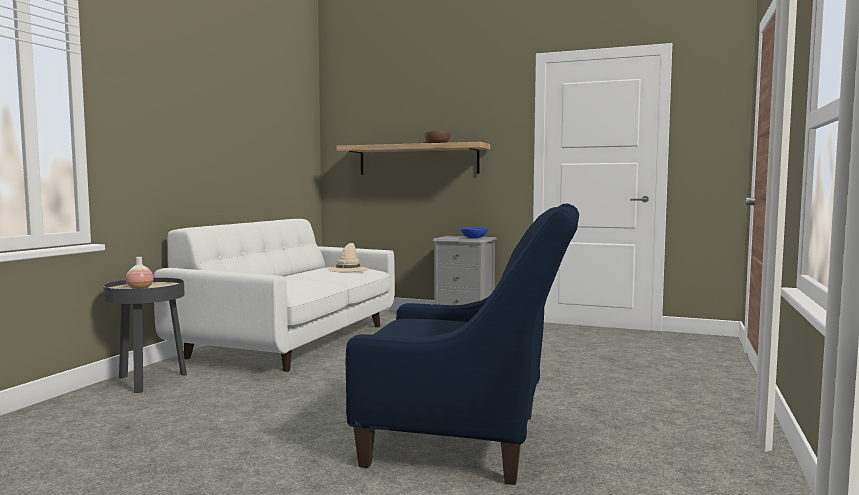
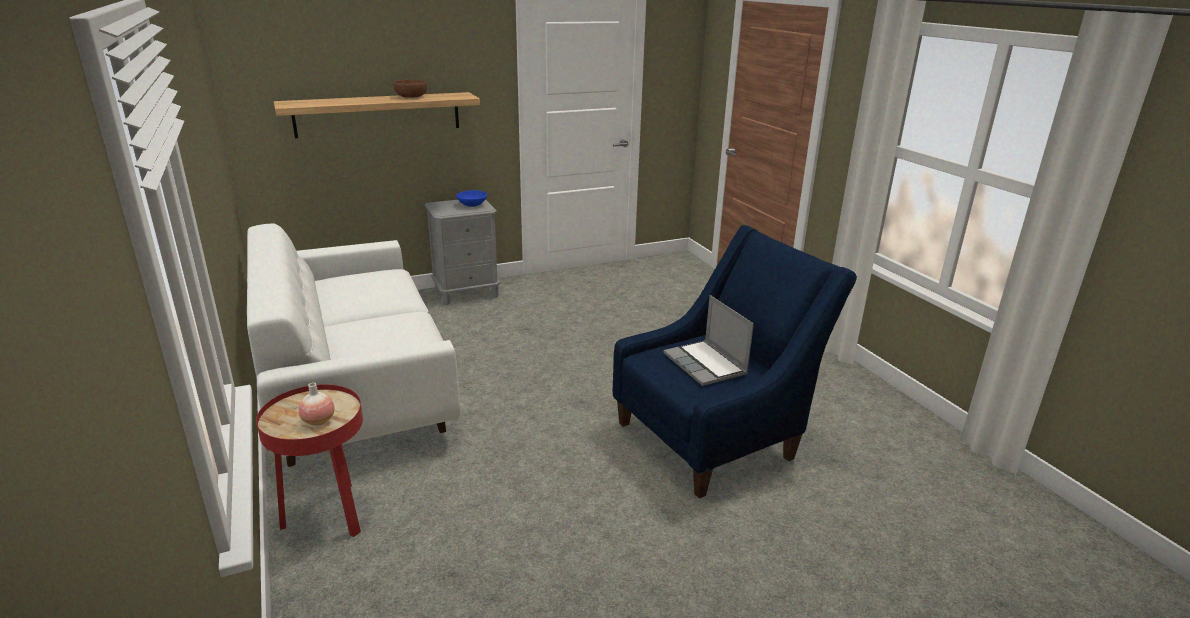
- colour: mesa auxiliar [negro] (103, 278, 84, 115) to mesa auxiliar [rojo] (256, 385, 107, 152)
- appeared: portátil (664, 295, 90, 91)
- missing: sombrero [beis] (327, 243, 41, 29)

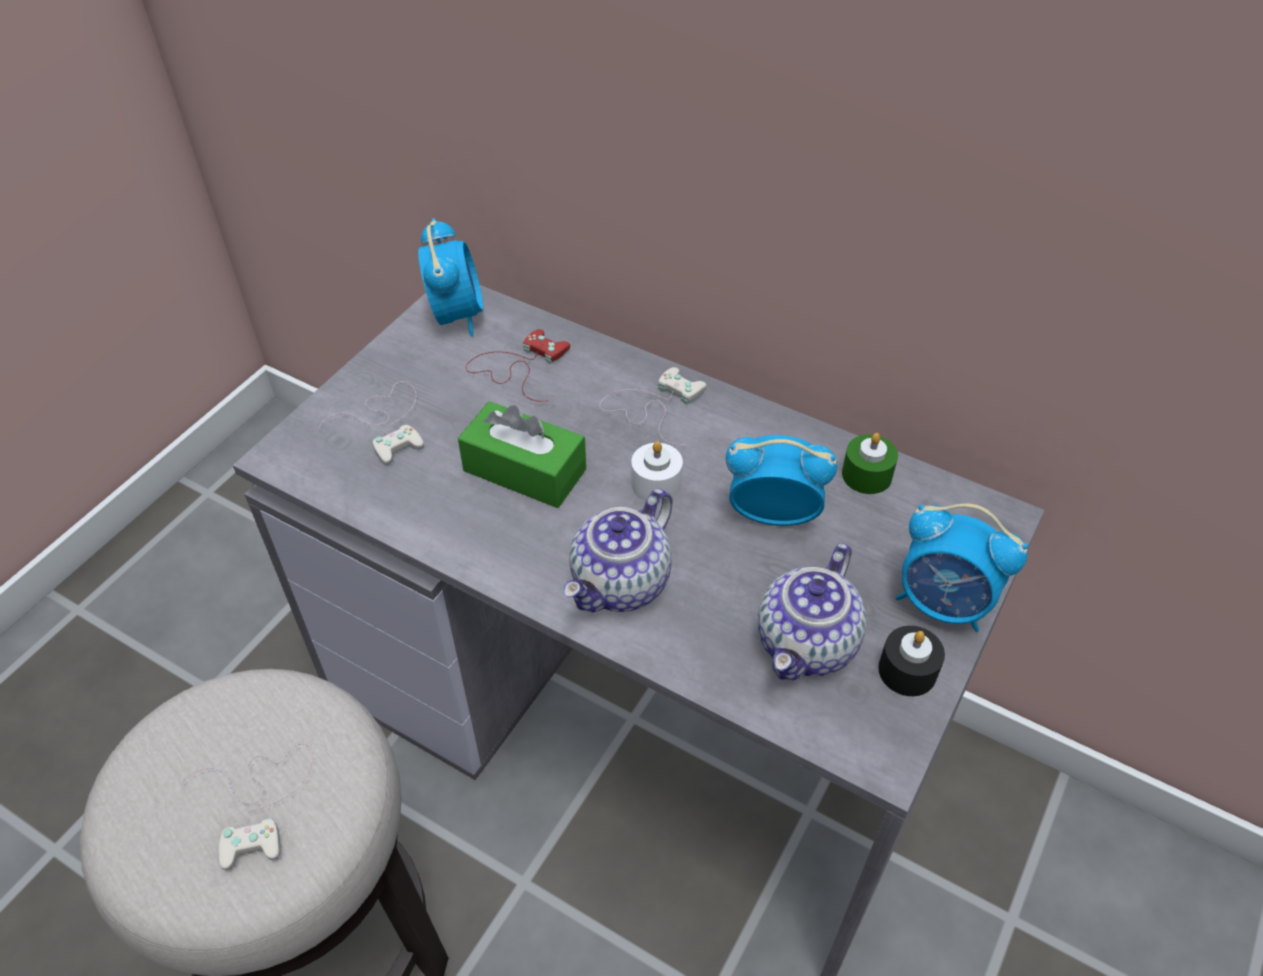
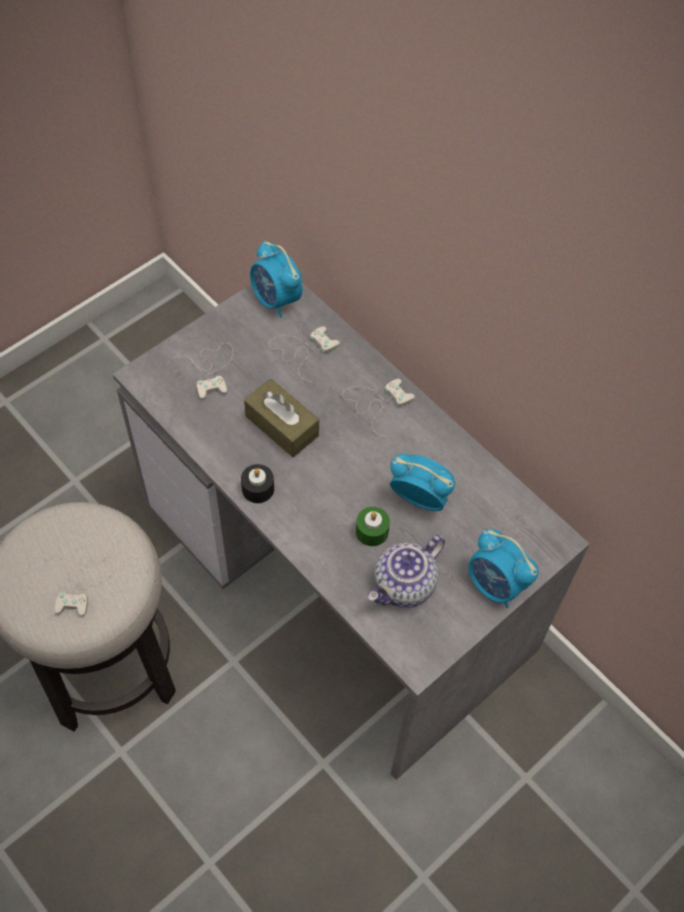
- relocated: vela [negro] (878, 626, 67, 70) to (241, 464, 33, 39)
- colour: caja de pañuelos [verde] (458, 401, 128, 107) to caja de pañuelos [marrón] (244, 379, 75, 78)
- spun: despertador (418, 218, 65, 119) = (250, 240, 53, 78) 135 degrees clockwise
- colour: mando de consola [rojo] (466, 329, 104, 73) to mando de consola [blanco] (269, 326, 71, 56)
- relocated: vela [verde] (842, 433, 56, 61) to (356, 507, 34, 39)
- missing: tetera (563, 488, 110, 125)
- missing: vela [blanco] (631, 441, 52, 62)

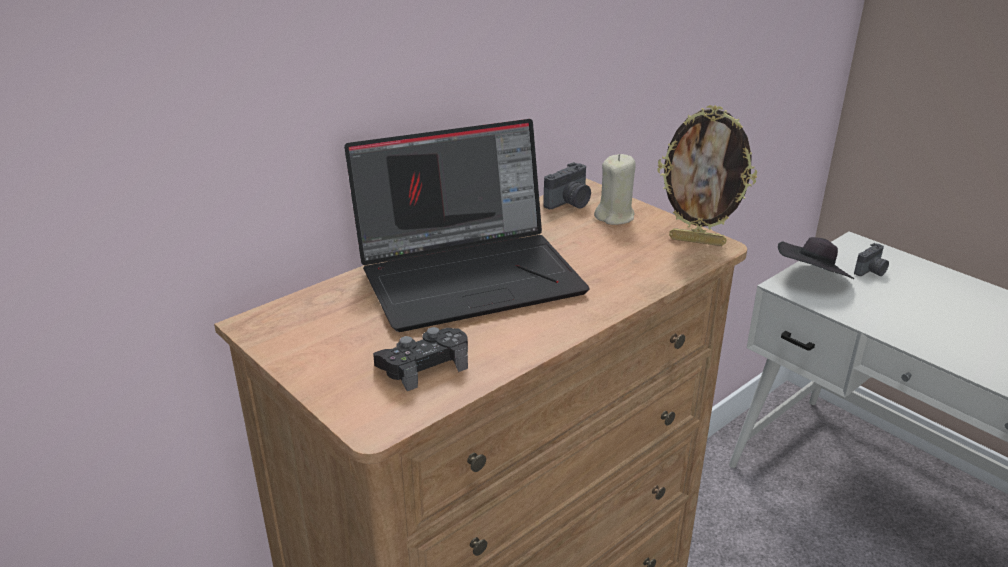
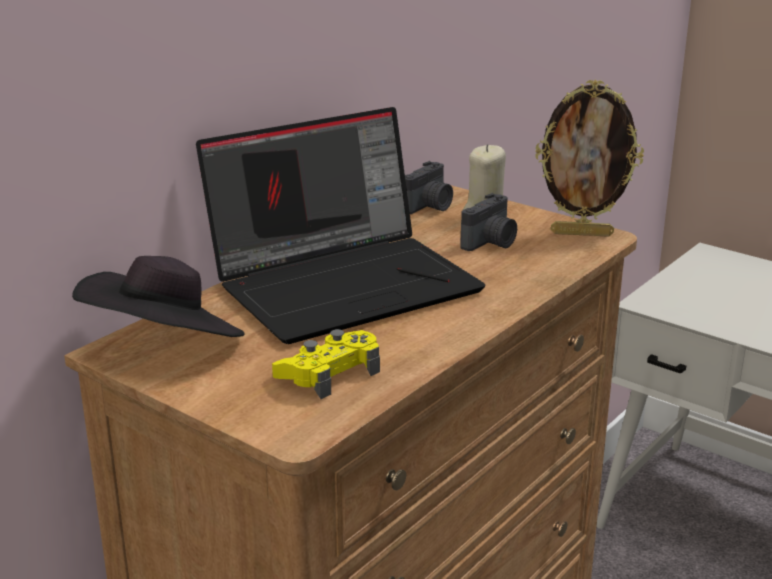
- relocated: sombrero [negro] (778, 237, 76, 42) to (72, 256, 173, 81)
- colour: mando de consola [negro] (373, 327, 95, 64) to mando de consola [amarillo] (272, 329, 108, 70)
- relocated: cámara (854, 243, 35, 33) to (460, 193, 57, 58)

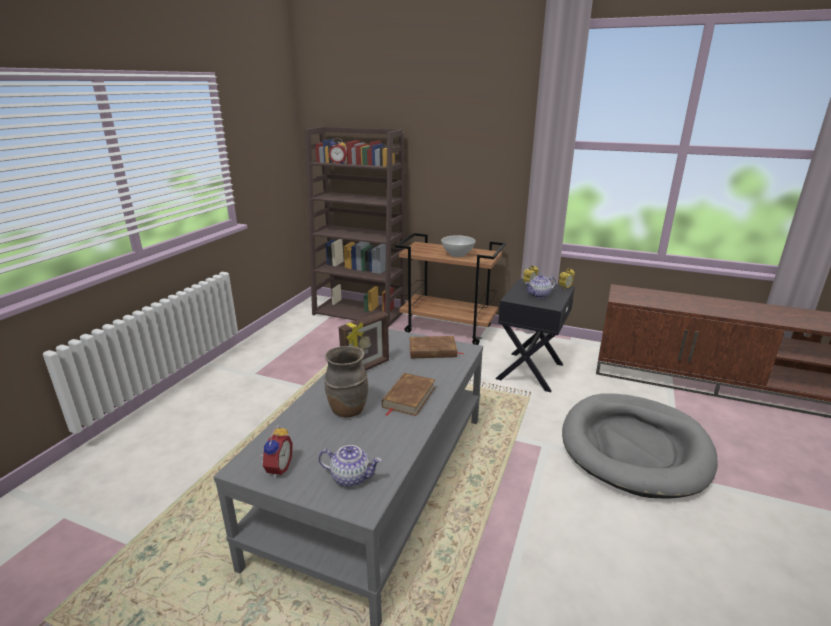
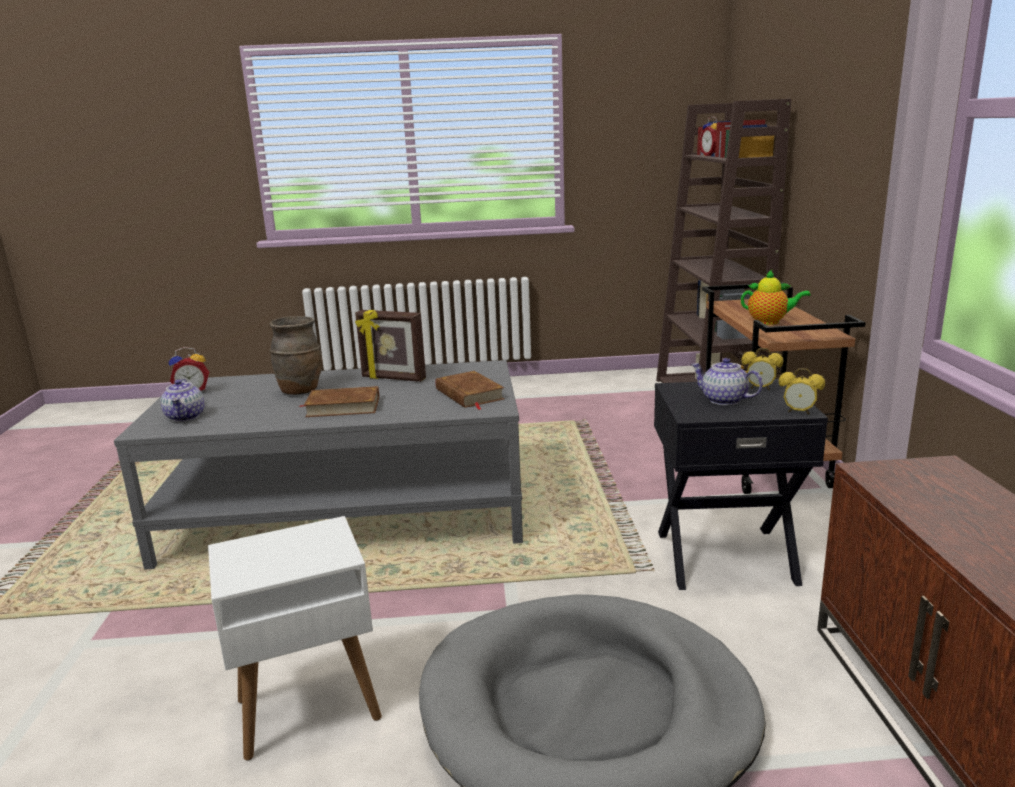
- appeared: mesa auxiliar [blanco] (208, 516, 174, 245)
- exchanged: cuenco [blanco] (441, 235, 34, 22) to tetera (741, 270, 70, 55)

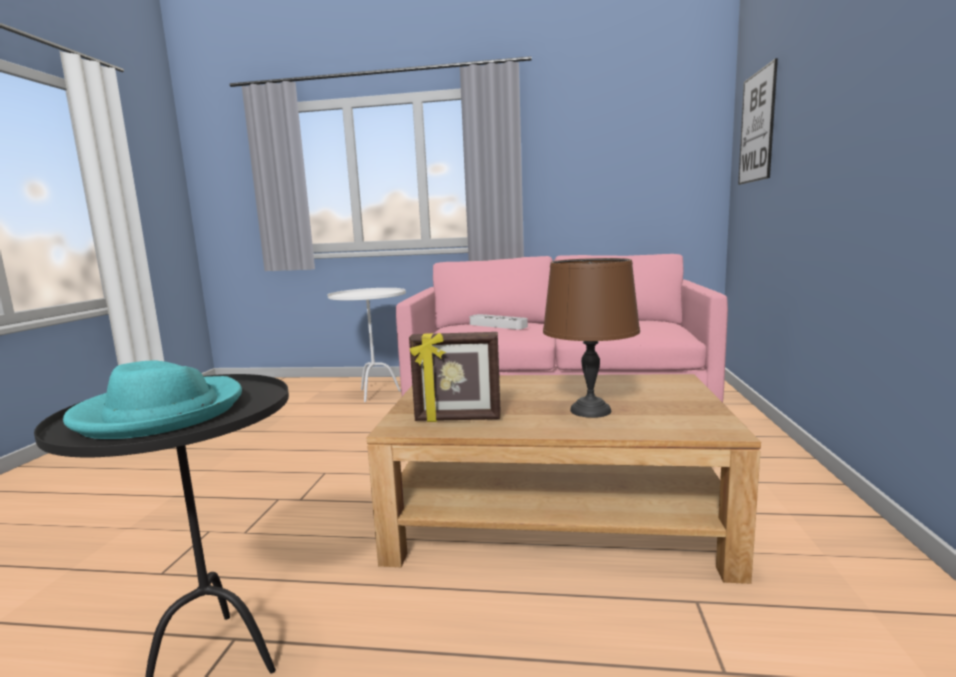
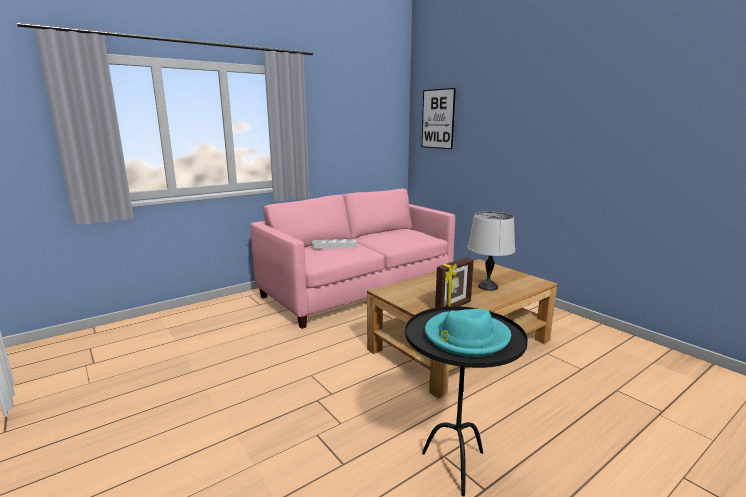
- colour: lámpara de mesa [marrón] (543, 258, 97, 160) to lámpara de mesa [gris] (467, 212, 48, 79)
- missing: mesa auxiliar [blanco] (327, 288, 79, 114)

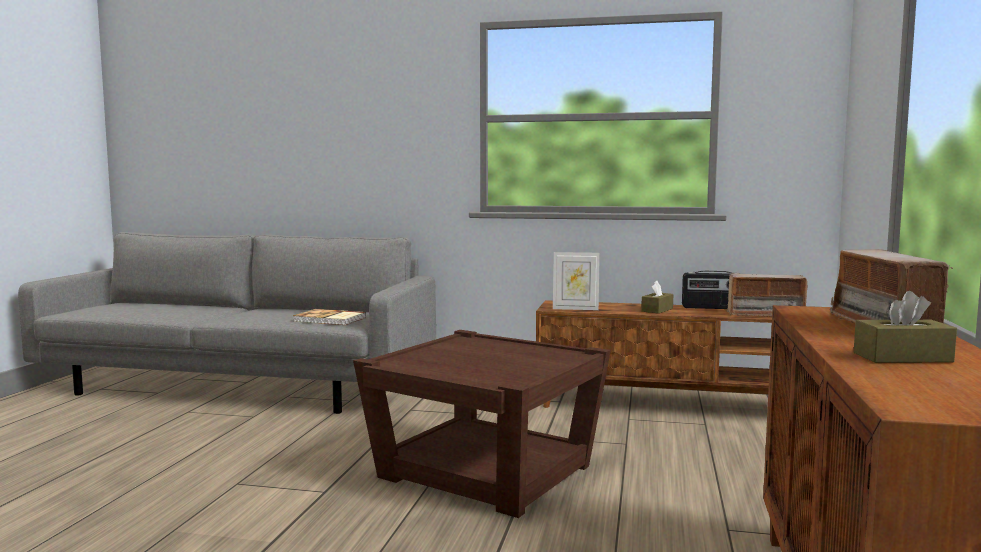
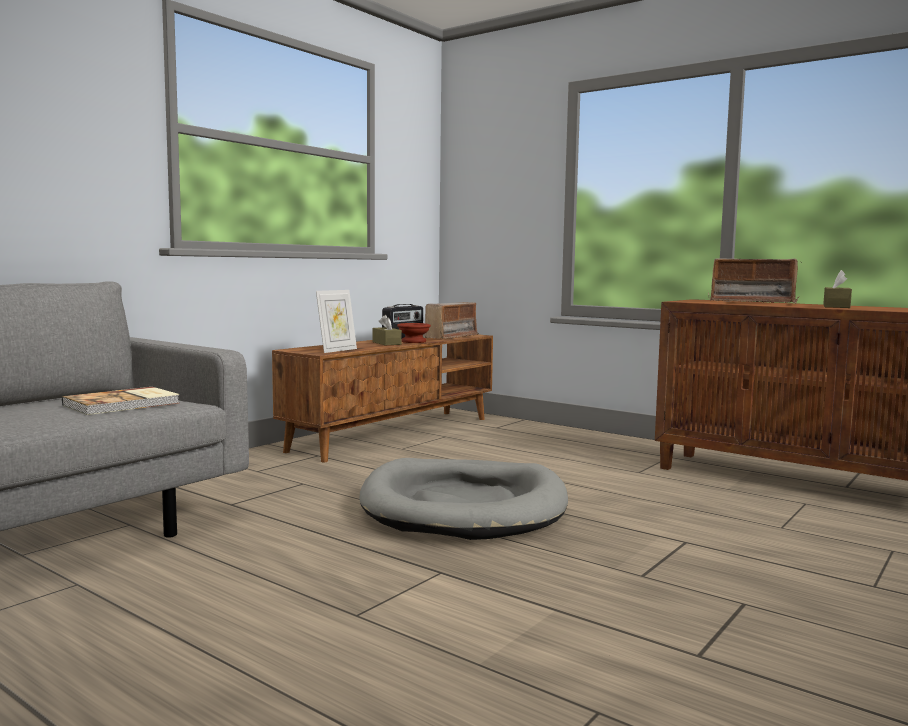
- exchanged: mesa auxiliar [marrón] (353, 330, 258, 188) to cama para perro [gris] (359, 458, 209, 82)
- appeared: cuenco [marrón] (397, 323, 34, 20)

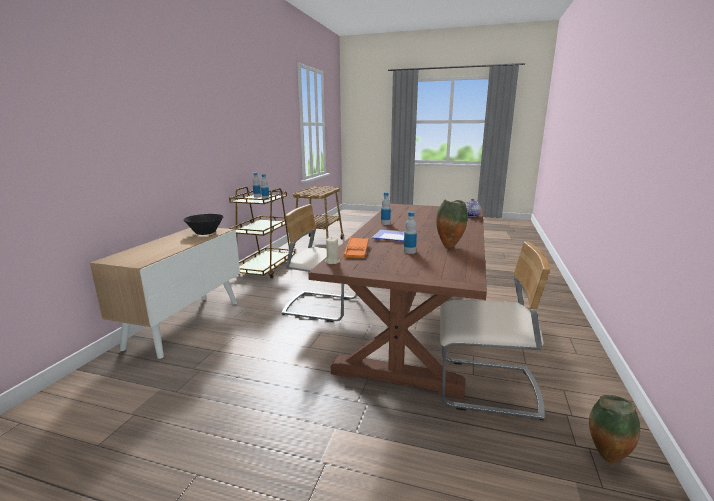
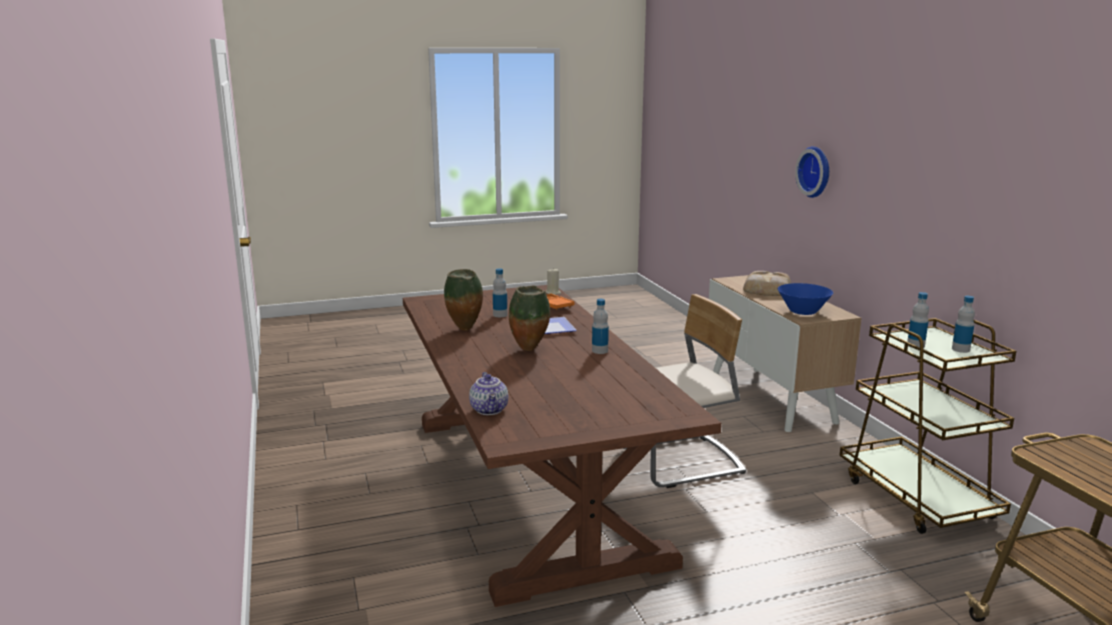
- relocated: florero (589, 395, 51, 68) to (509, 285, 41, 66)
- appeared: pan (743, 271, 48, 25)
- colour: cuenco [negro] (183, 214, 41, 21) to cuenco [azul] (778, 283, 55, 32)
- appeared: reloj de pared (795, 146, 34, 52)
- missing: silla [beis] (440, 241, 110, 179)

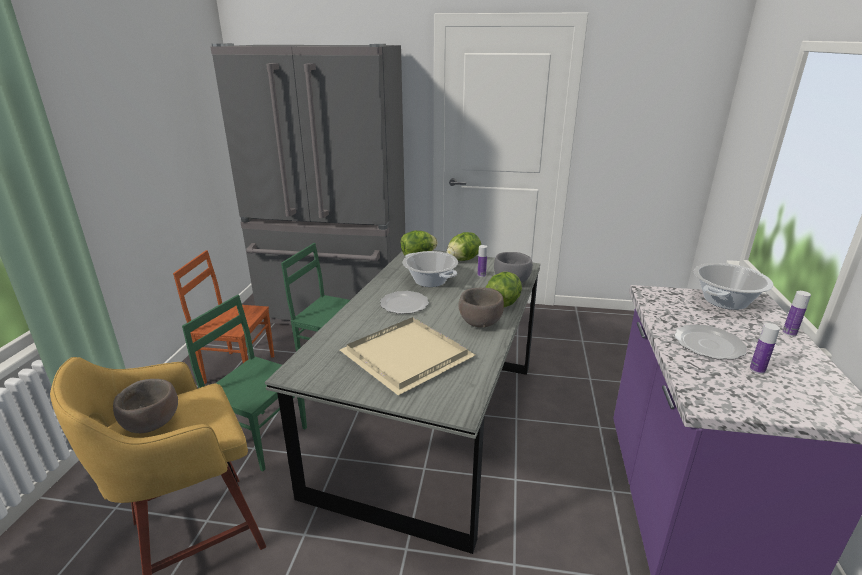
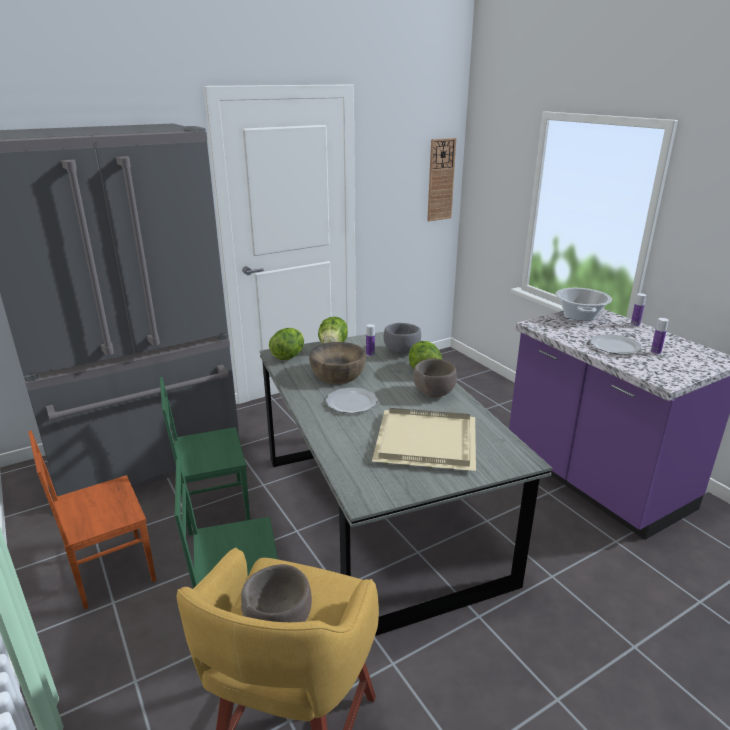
- exchanged: olla (403, 251, 55, 36) to cuenco [marrón] (309, 342, 57, 42)
- appeared: reloj de pared (427, 138, 29, 83)

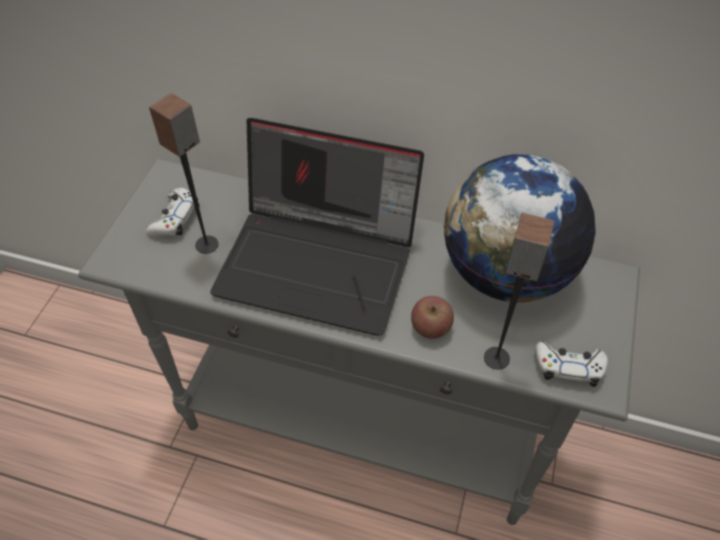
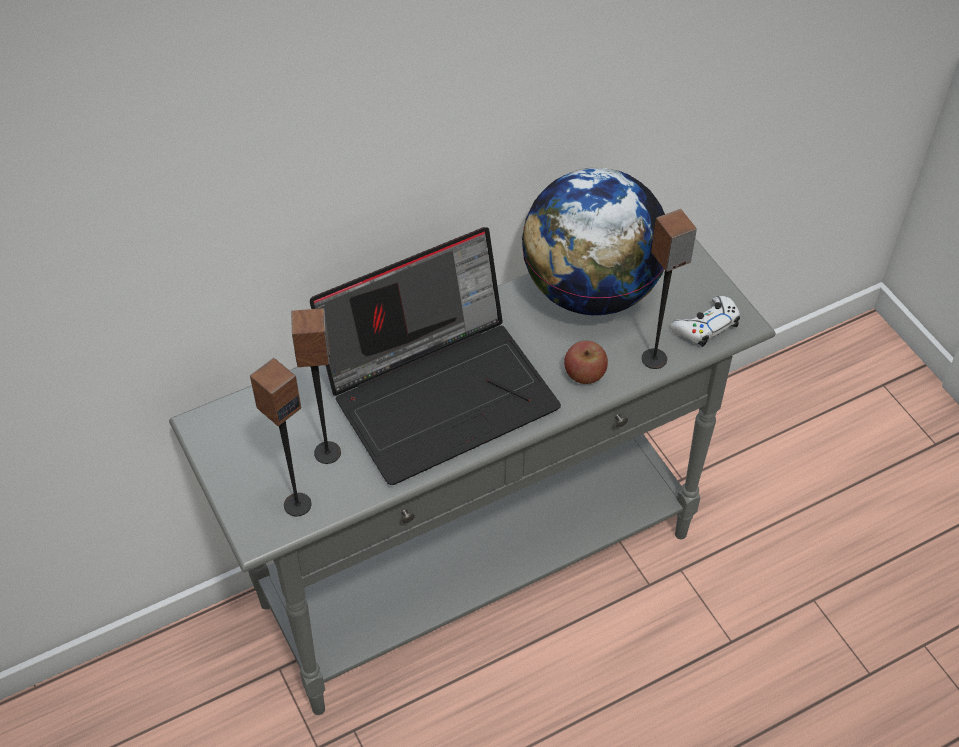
- appeared: altavoz (250, 358, 61, 158)
- missing: mando de consola [blanco] (146, 188, 54, 49)

